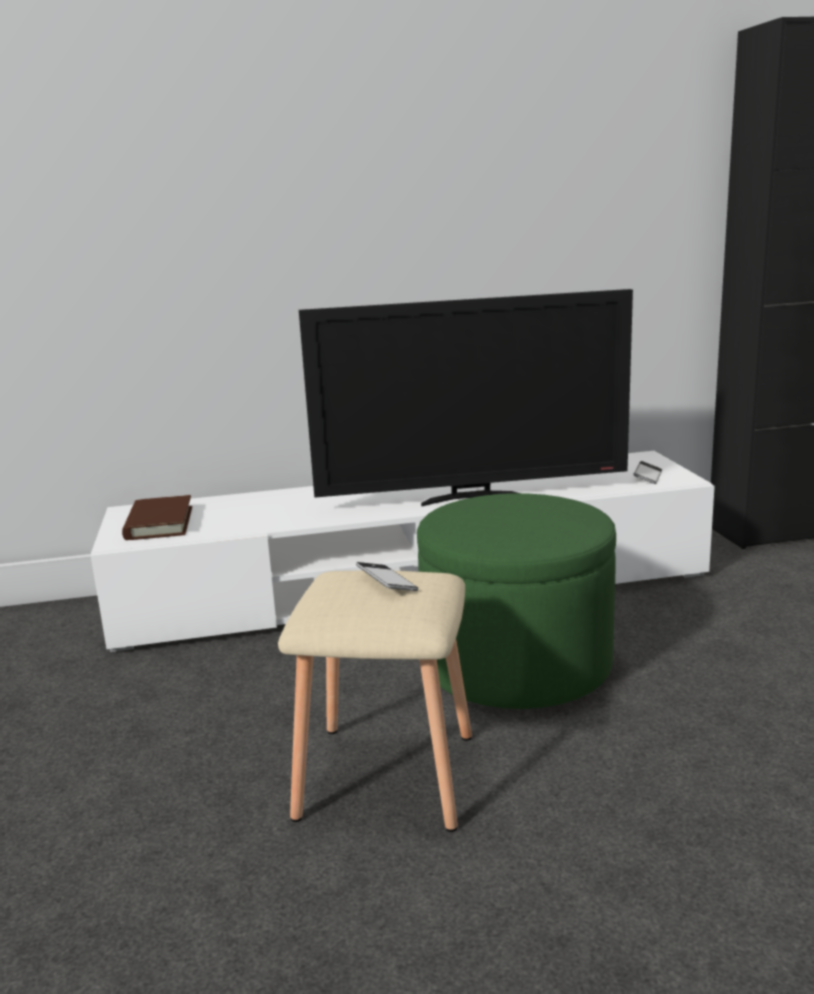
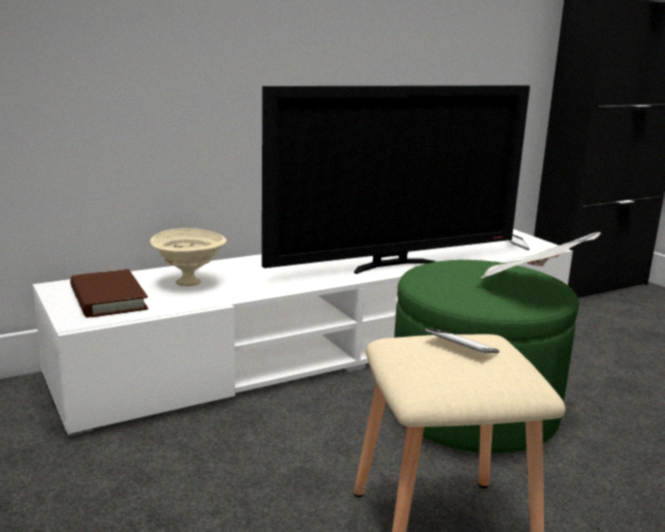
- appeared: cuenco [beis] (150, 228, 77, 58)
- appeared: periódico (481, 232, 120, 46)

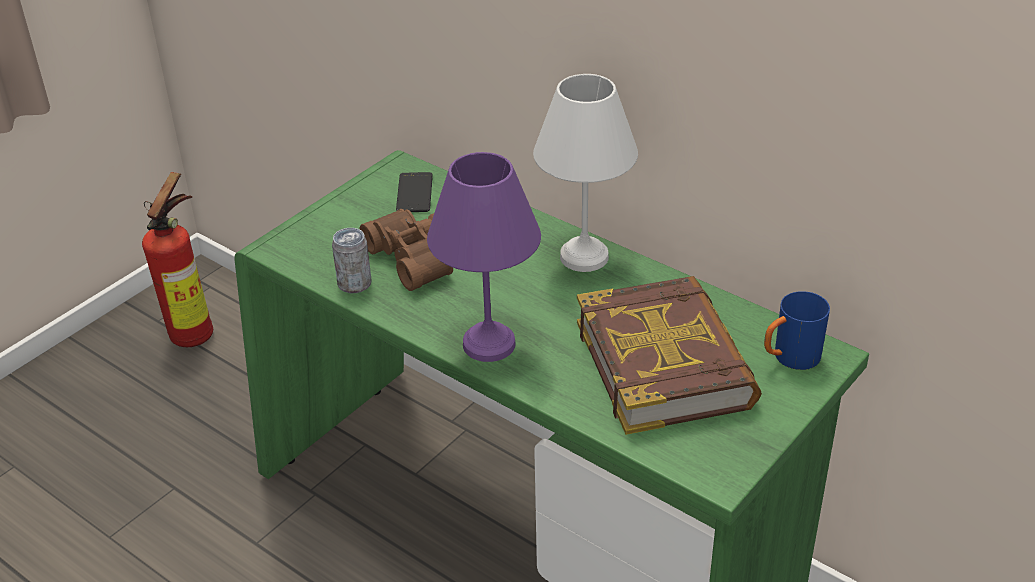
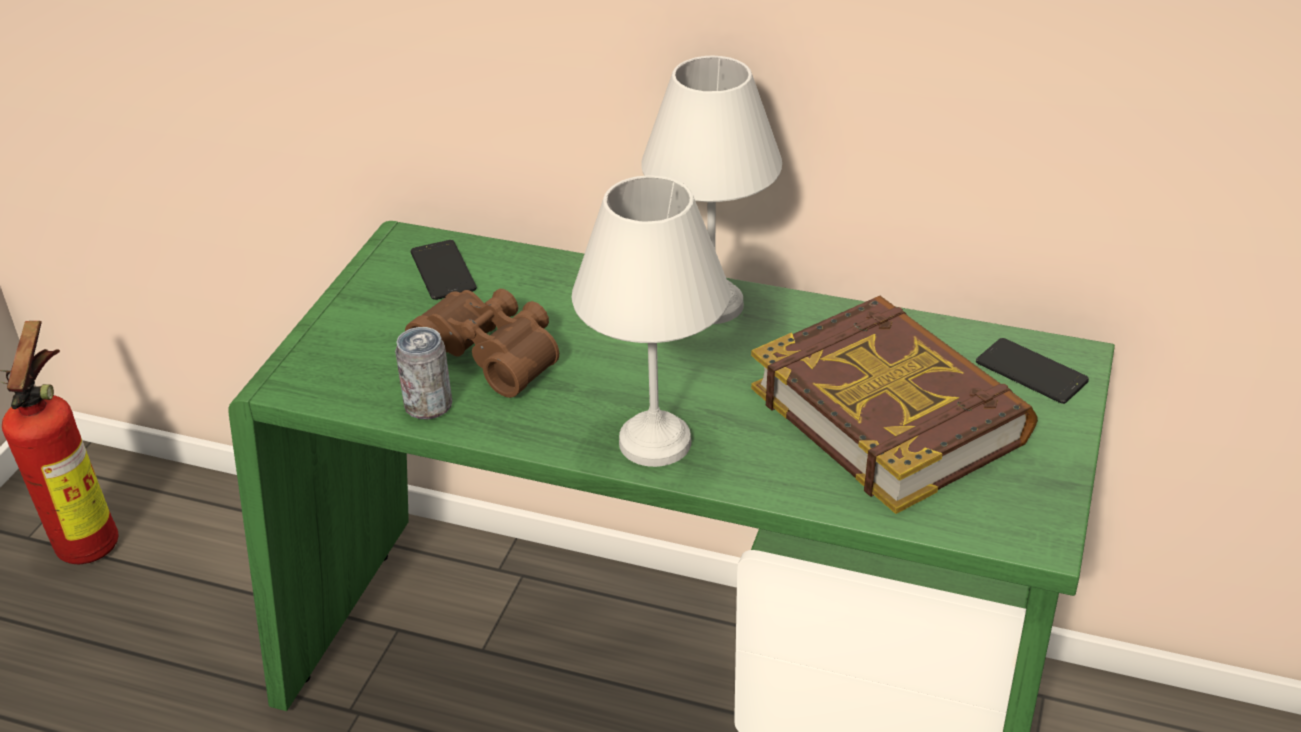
- colour: lámpara de mesa [morado] (427, 152, 114, 210) to lámpara de mesa [blanco] (572, 175, 158, 292)
- exchanged: taza grande [azul] (764, 291, 66, 79) to móvil (976, 338, 113, 66)

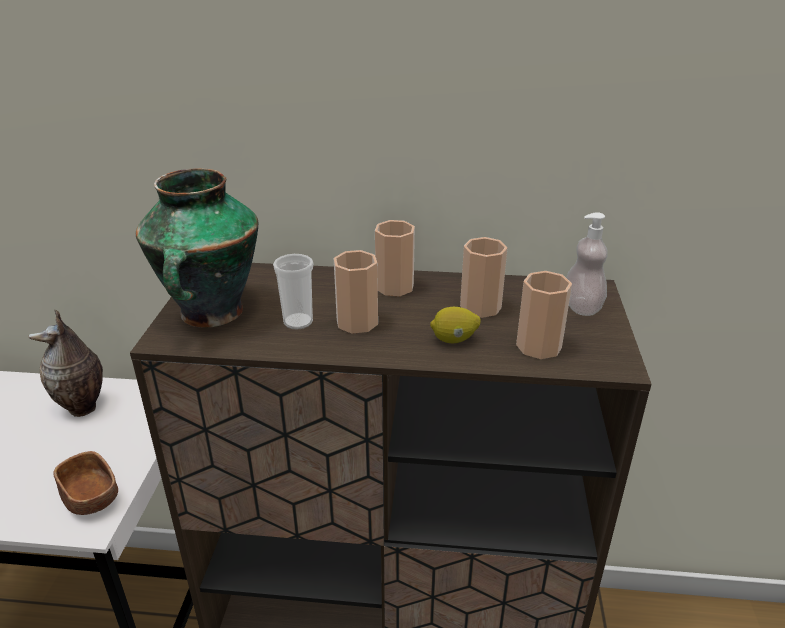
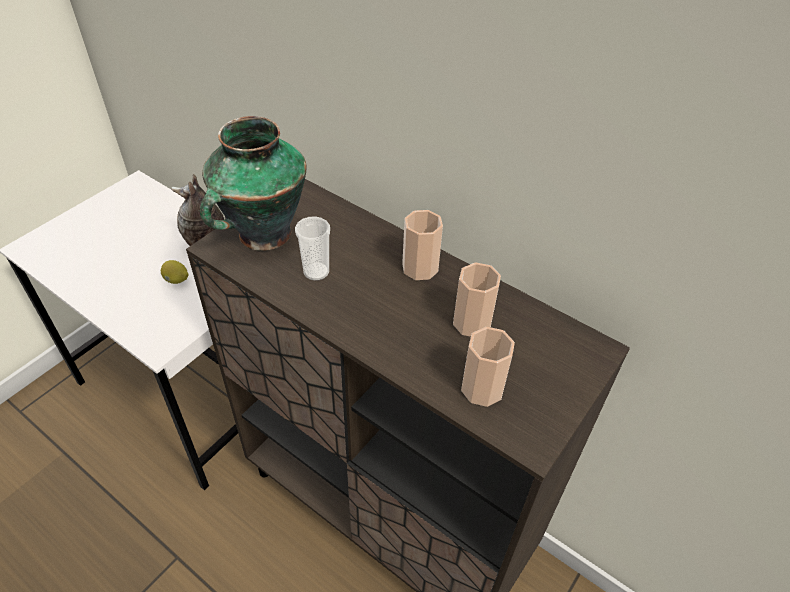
- relocated: limón (430, 307, 51, 36) to (161, 260, 28, 24)
- missing: cuenco [marrón] (53, 451, 65, 64)
- missing: taza (334, 250, 44, 84)
- missing: dispensador de jabón (566, 212, 42, 104)

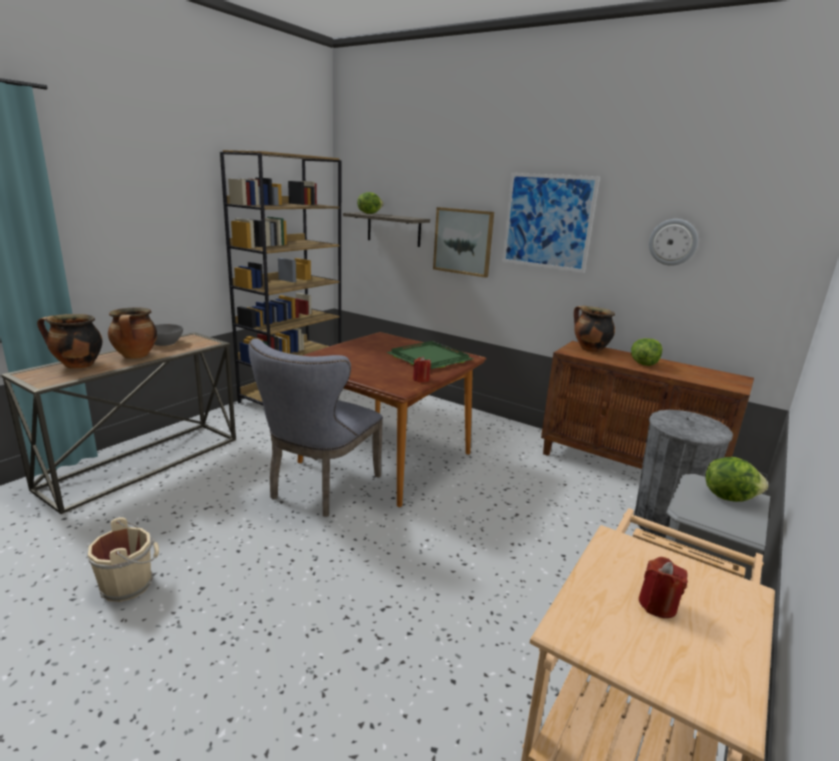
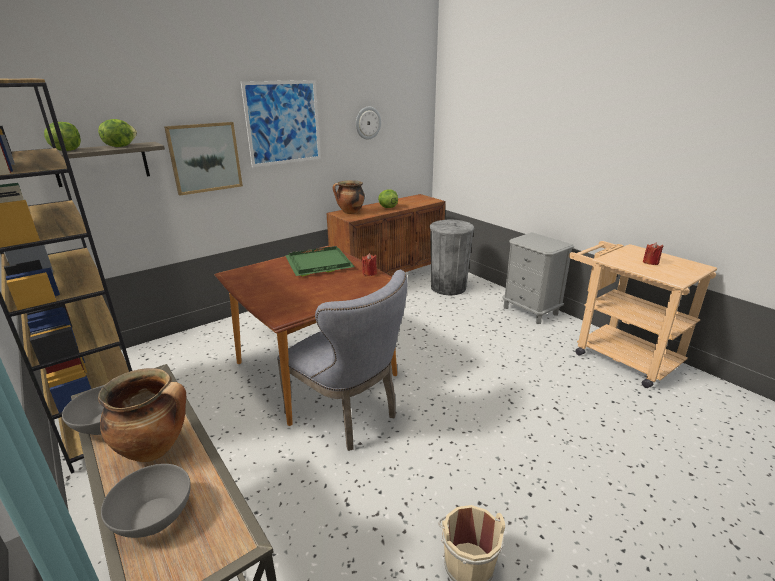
- relocated: lechuga (705, 457, 63, 45) to (98, 119, 39, 28)
- exchanged: olla (37, 314, 65, 55) to cuenco [gris] (101, 464, 90, 74)

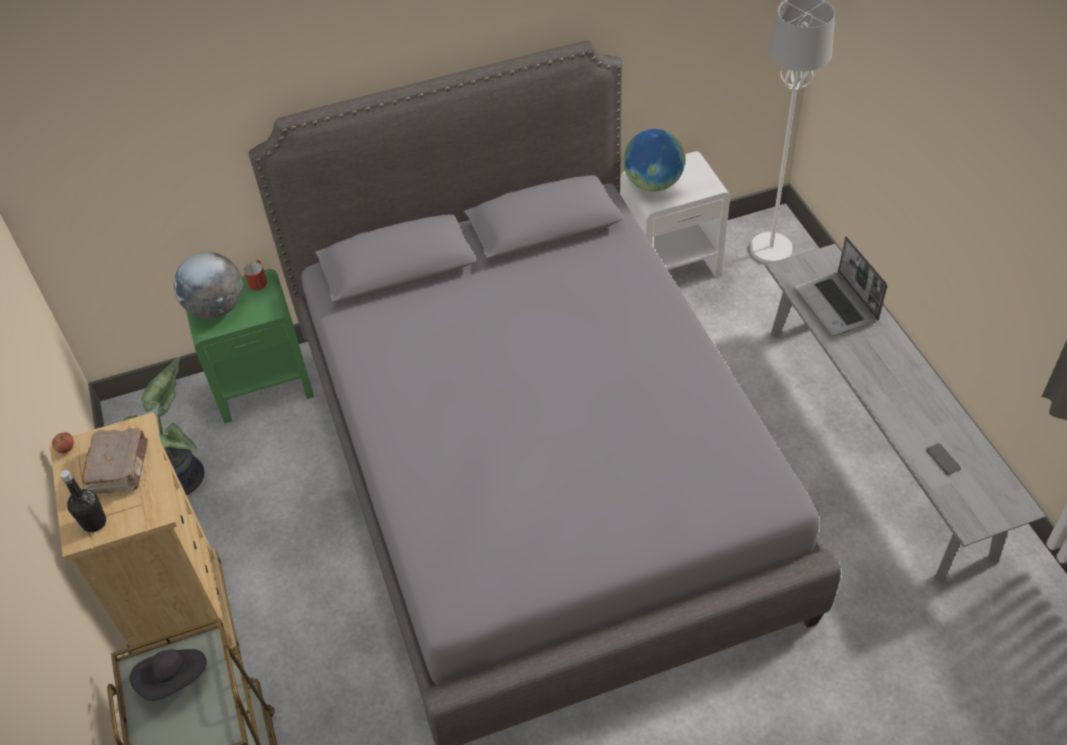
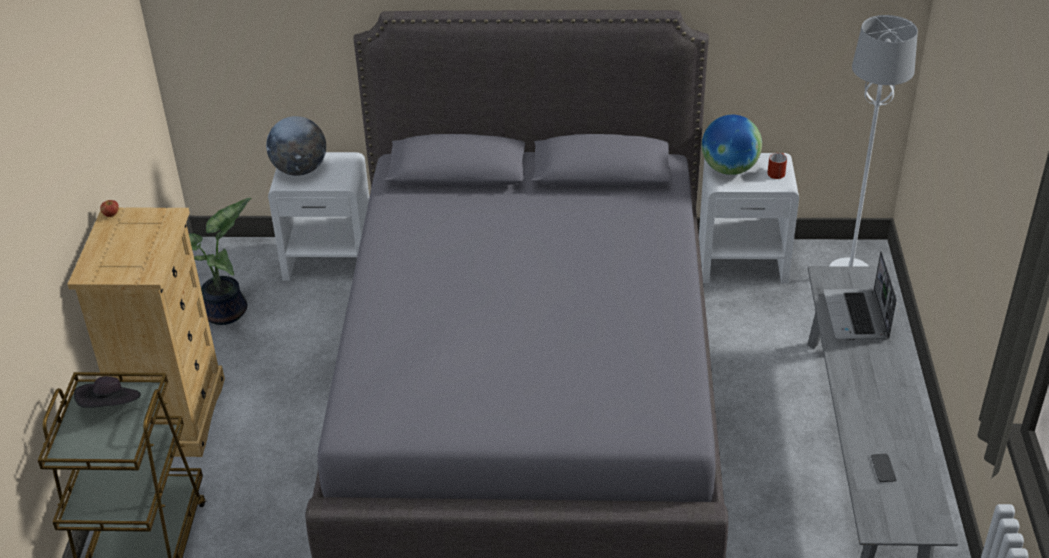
- colour: mesita de noche [verde] (186, 269, 128, 154) to mesita de noche [blanco] (268, 152, 101, 129)
- relocated: taza grande [rojo] (244, 260, 23, 30) to (767, 153, 20, 26)
- missing: botella [negro] (60, 470, 46, 62)
- missing: libro [marrón] (82, 428, 66, 66)

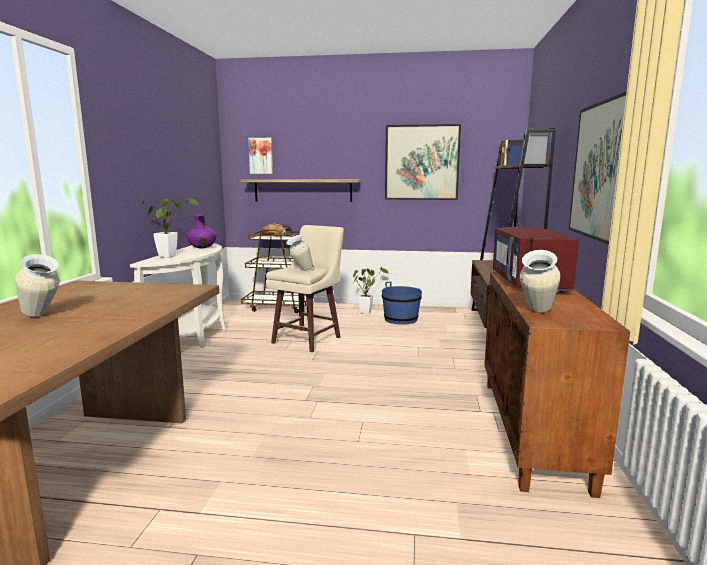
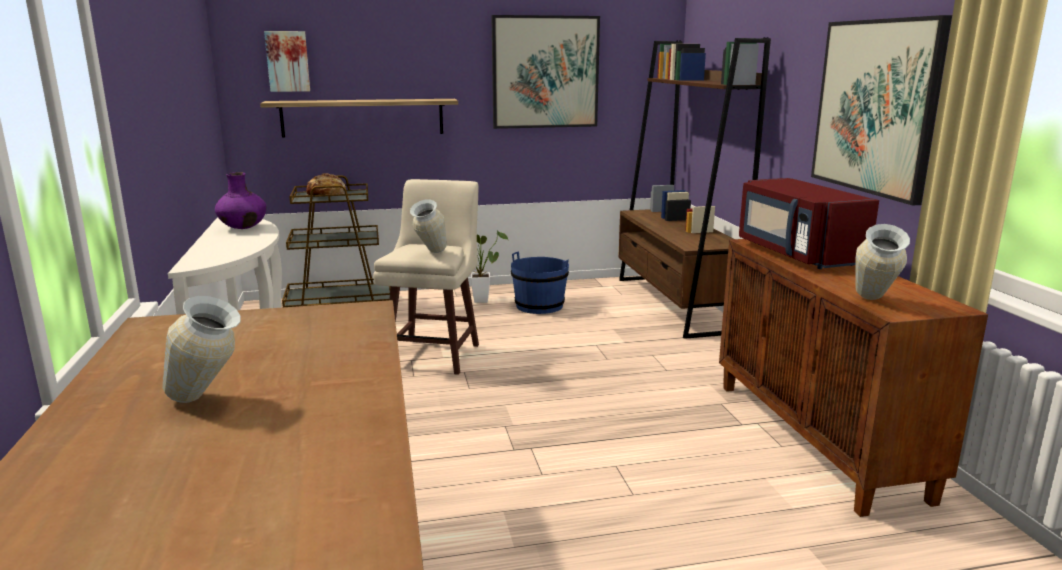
- missing: planta en maceta (137, 196, 62, 62)

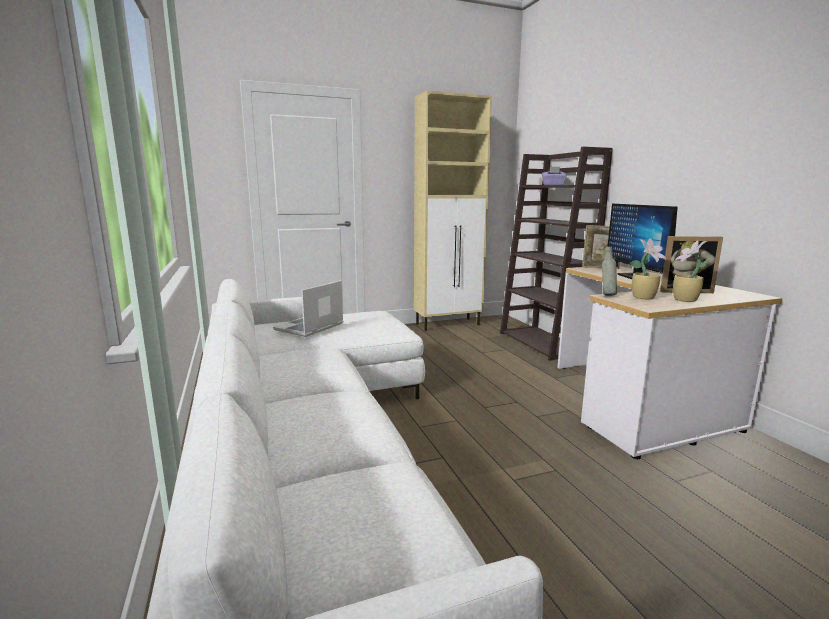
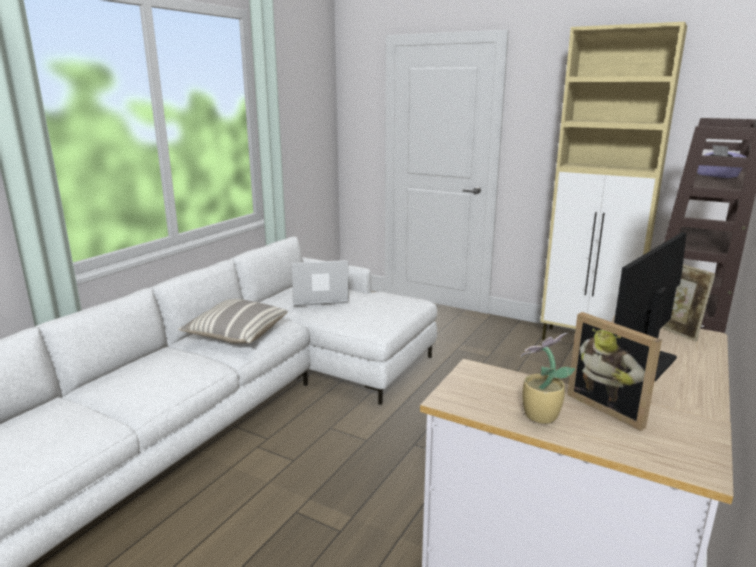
- appeared: cojín (178, 299, 110, 45)
- missing: botella [gris] (602, 247, 15, 49)
- missing: planta en maceta (630, 238, 37, 61)

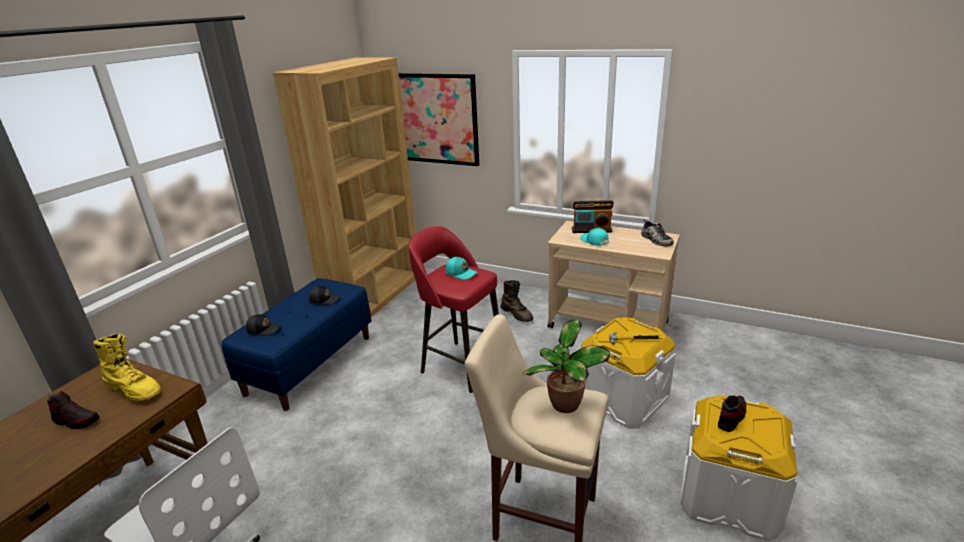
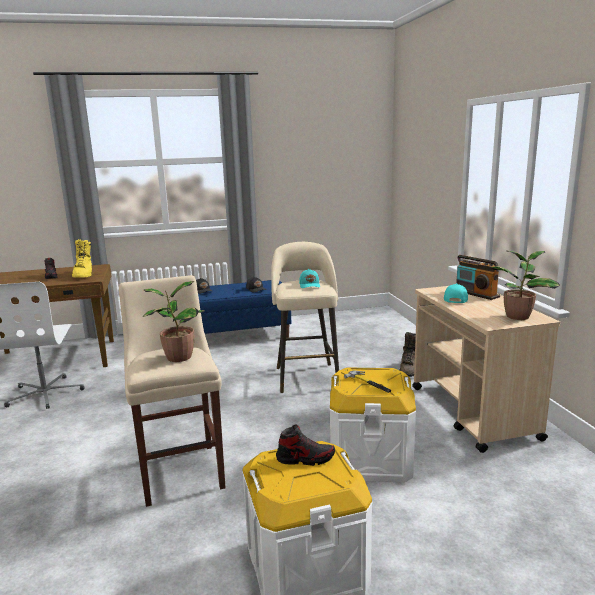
- colour: taburete [rojo] (409, 226, 90, 167) to taburete [beis] (271, 242, 68, 151)
- exchanged: zapato (641, 220, 33, 27) to planta en maceta (490, 250, 70, 70)
- missing: estantería [marrón] (273, 58, 143, 259)
- missing: cuadro (399, 73, 80, 93)

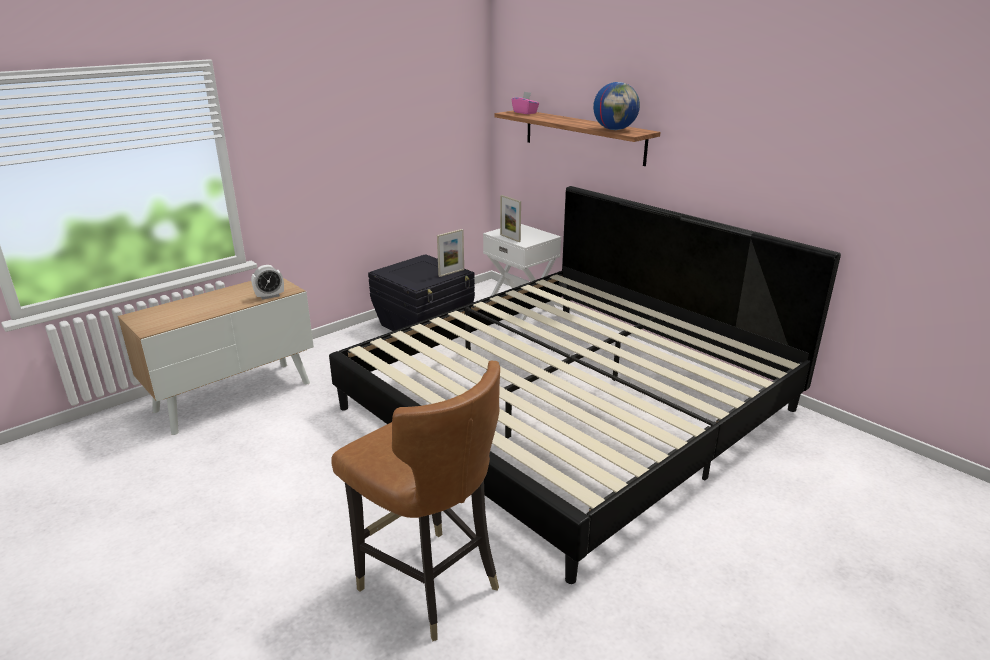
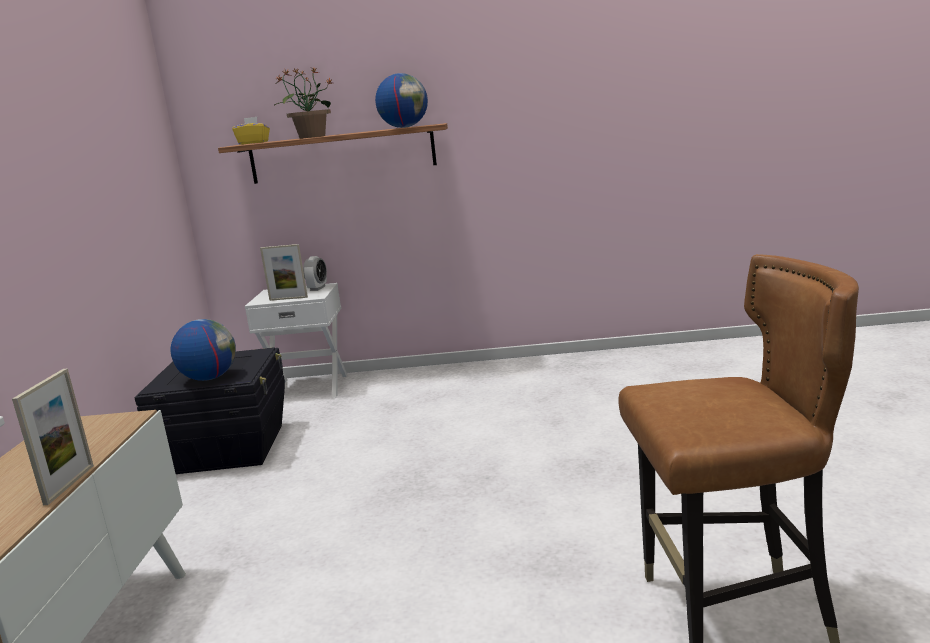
- relocated: portarretratos (437, 229, 27, 48) to (12, 368, 82, 137)
- appeared: globo terráqueo (171, 319, 65, 62)
- colour: caja de pañuelos [rosa] (511, 92, 28, 22) to caja de pañuelos [amarillo] (232, 117, 38, 27)
- appeared: planta en maceta (274, 68, 58, 71)
- relocated: despertador (251, 265, 33, 35) to (303, 256, 24, 35)
- missing: cama (329, 186, 512, 398)

